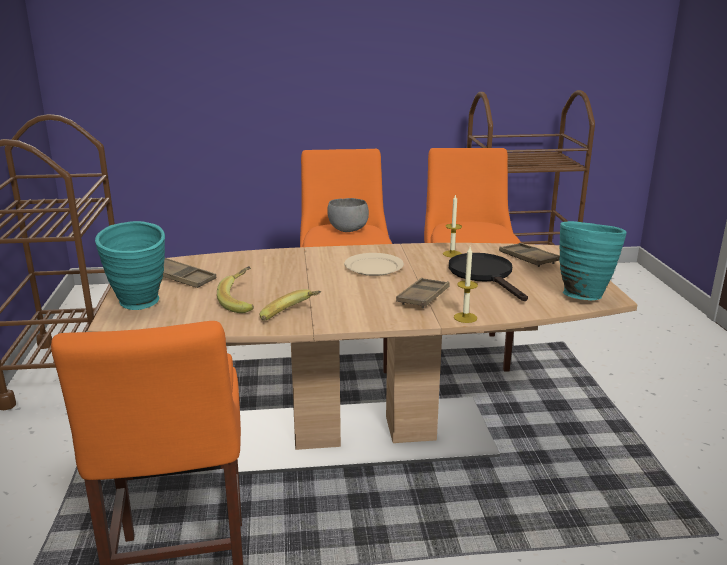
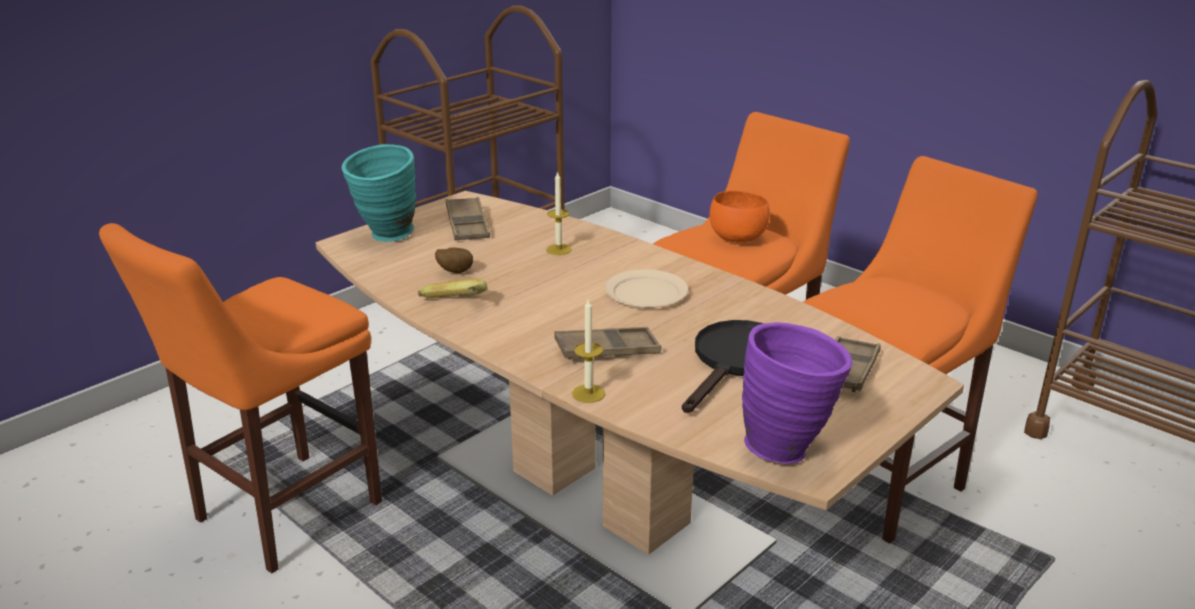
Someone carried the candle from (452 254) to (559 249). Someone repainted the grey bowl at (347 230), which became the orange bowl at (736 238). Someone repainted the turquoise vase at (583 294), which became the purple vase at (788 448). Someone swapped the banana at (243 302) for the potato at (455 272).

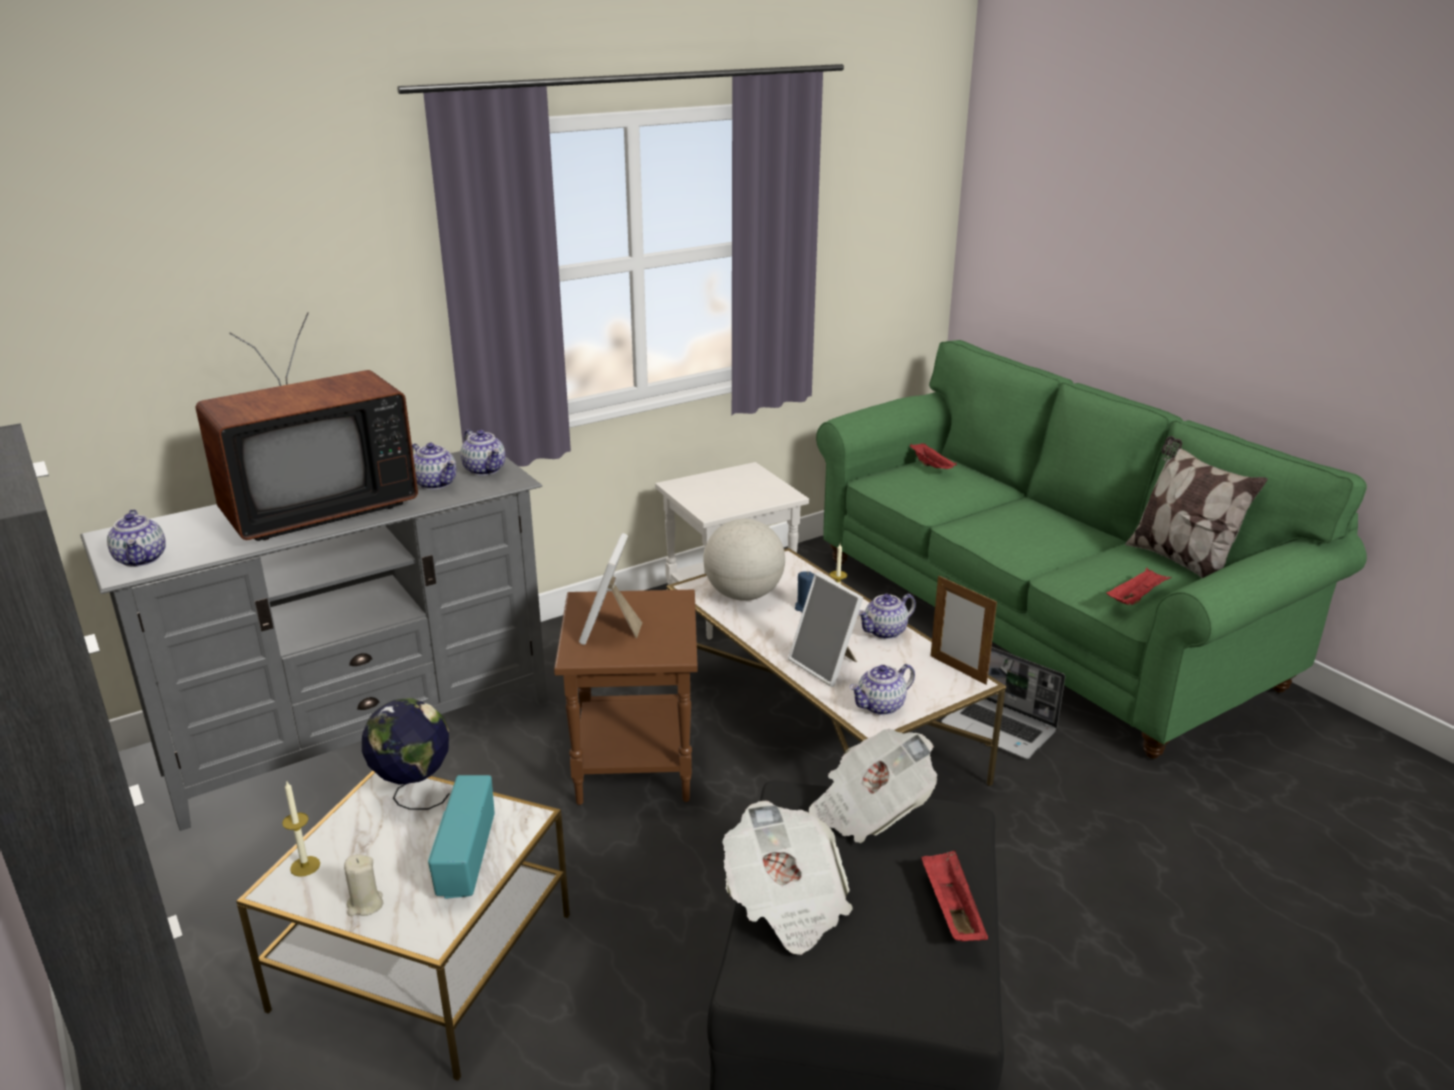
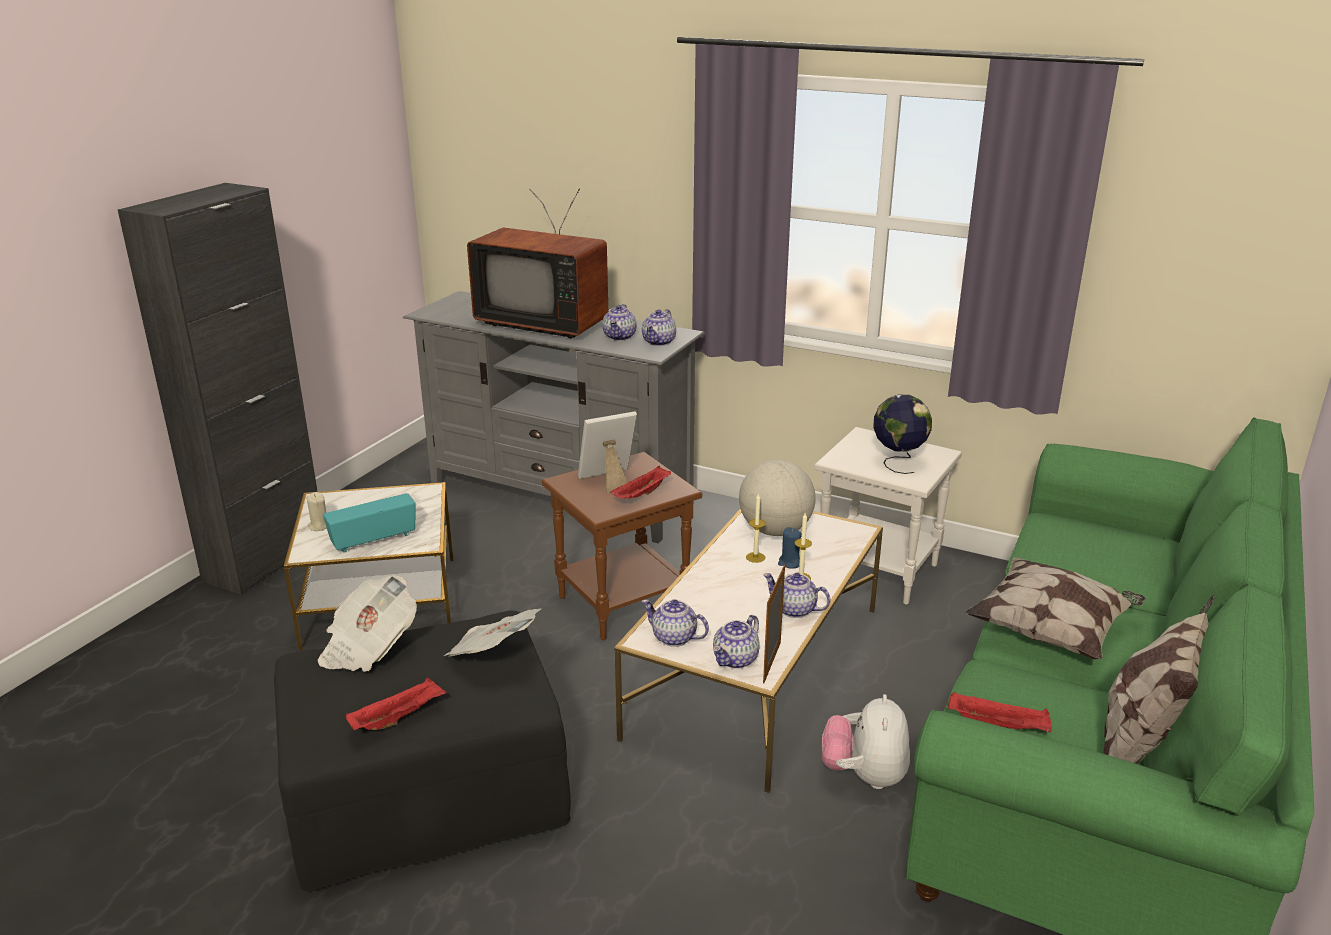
Someone carried the red tray from (932 467) to (641 495). Someone carried the teapot from (142 559) to (736 660). Someone took away the picture frame at (826 666). Someone swapped the laptop at (1000 728) for the plush toy at (864 776). Someone carried the globe from (413 793) to (898 462). Someone carried the candle from (305 866) to (755 557). Someone put down the pillow at (1051 631).

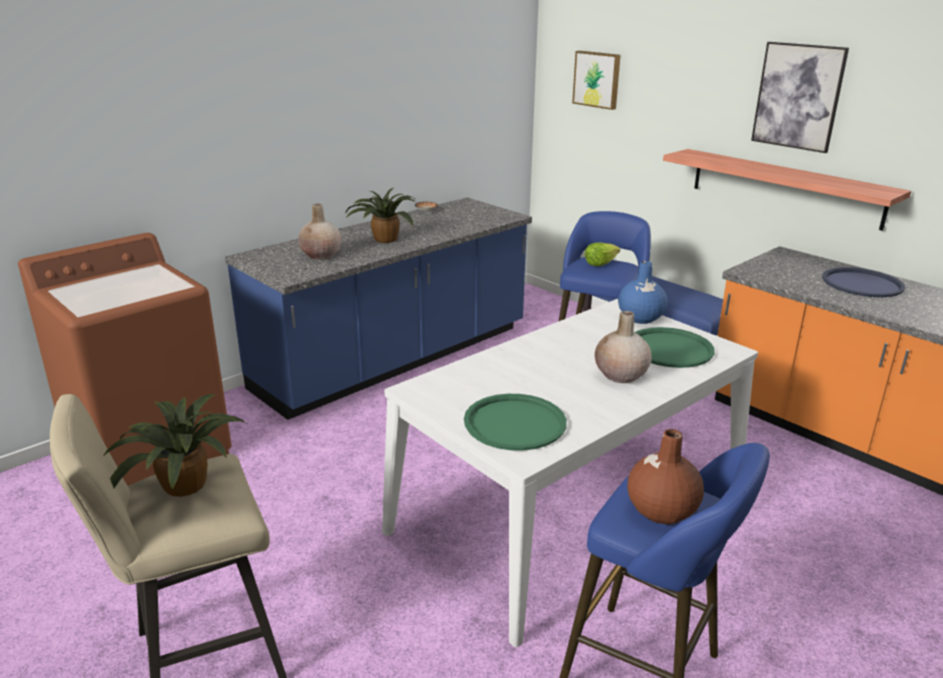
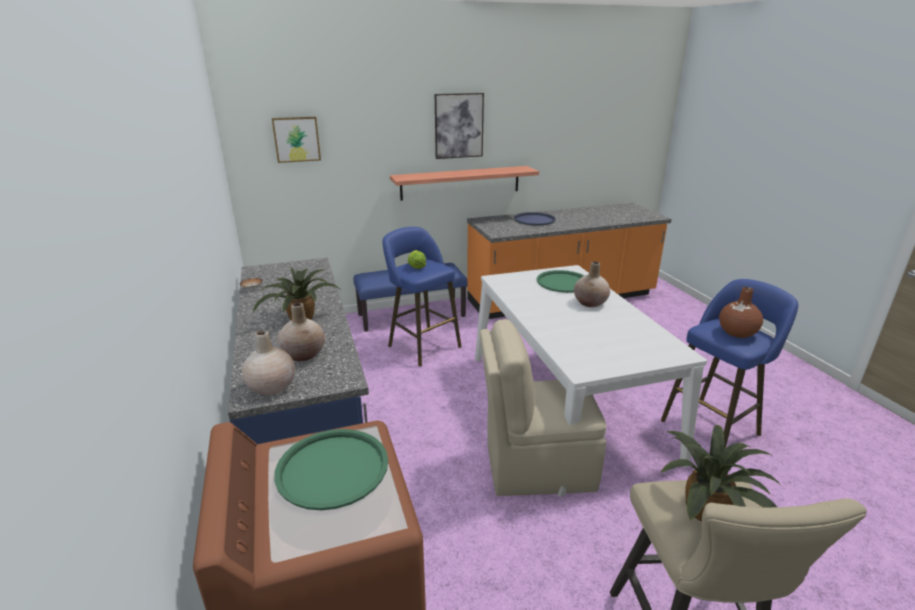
Someone took away the blue vase at (640 318). Someone carried the green tray from (514 423) to (332 469). Someone put down the beige chair at (536 466). Someone put down the beige vase at (271 386).

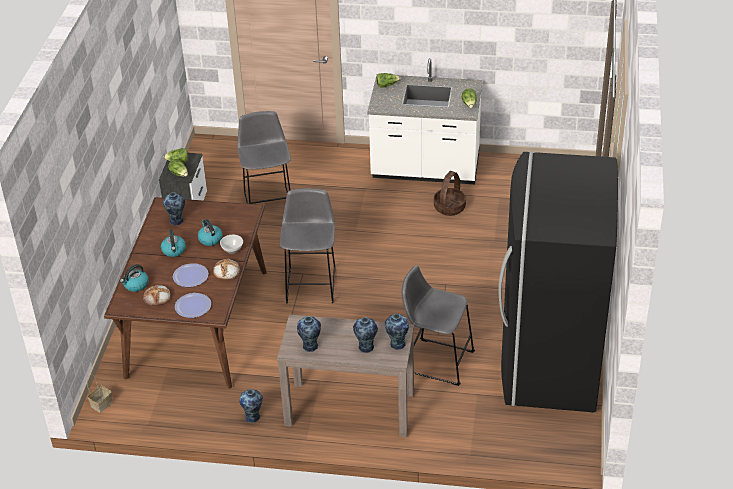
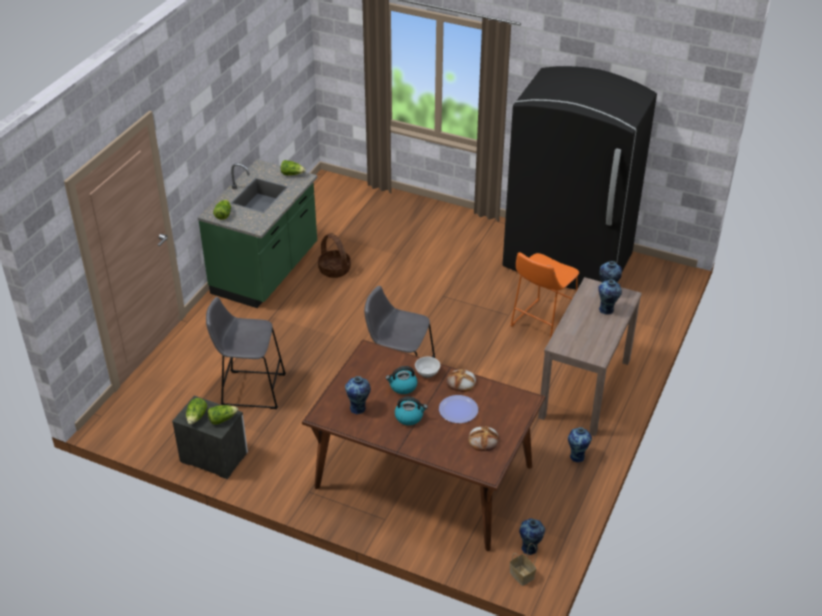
Someone repainted the white counter at (425 169), which became the green counter at (266 271). Someone took away the kettle at (136 285). Someone repainted the grey stool at (436 361), which became the orange stool at (541 323). Someone took away the plate at (193 306). Someone carried the vase from (310 347) to (530 548).

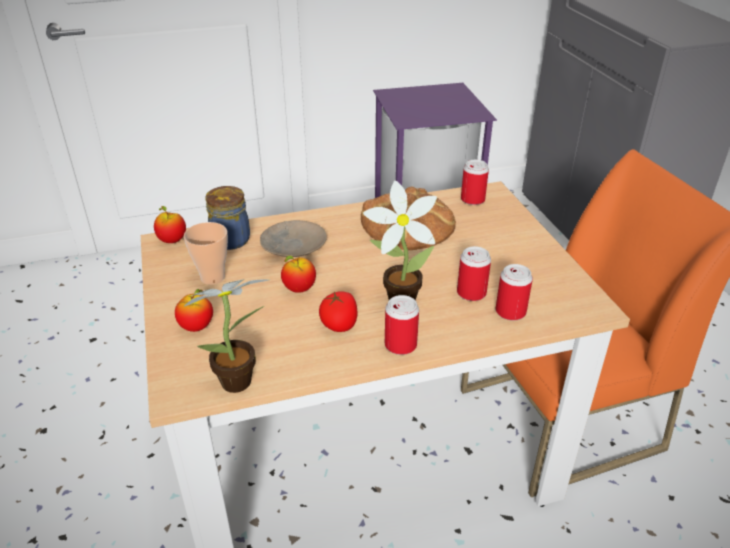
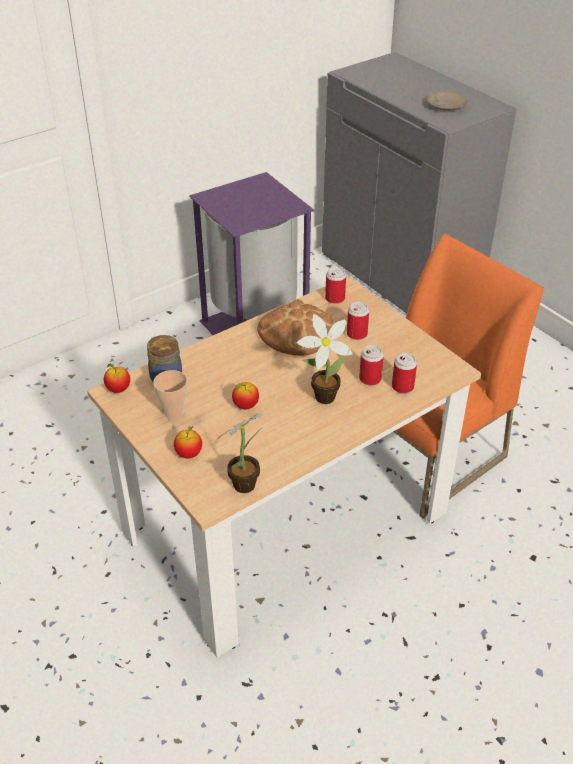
Someone carried the beige plate from (293 246) to (446 106). Someone took away the tomato at (339 325). Someone carried the can from (400 345) to (356 334).

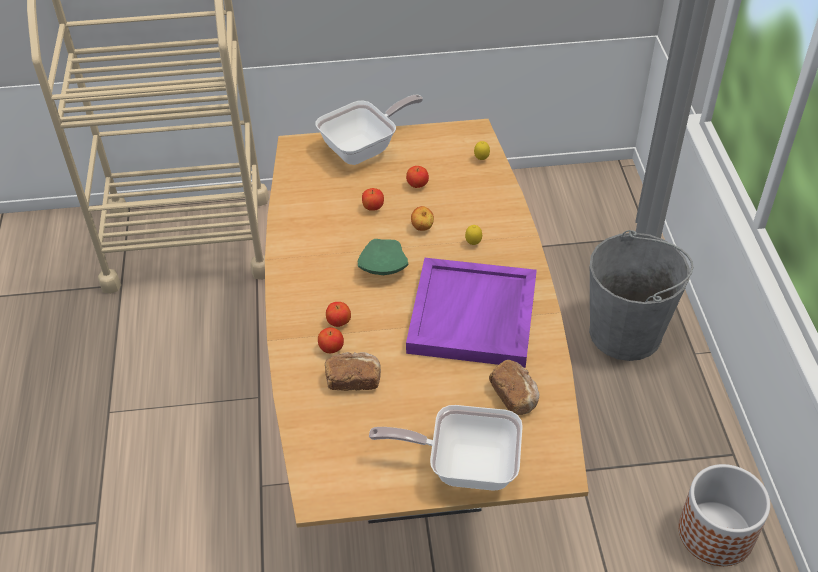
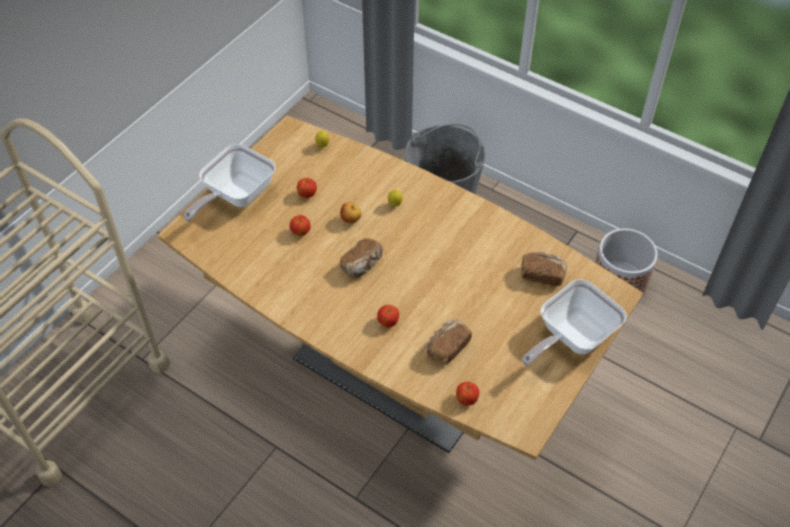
Someone rotated the frying pan at (365 148) by 150 degrees counterclockwise. Someone swapped the green plate at (382 267) for the bread at (363 265). Someone took away the purple tray at (473 317). Someone carried the apple from (331 348) to (466 399).

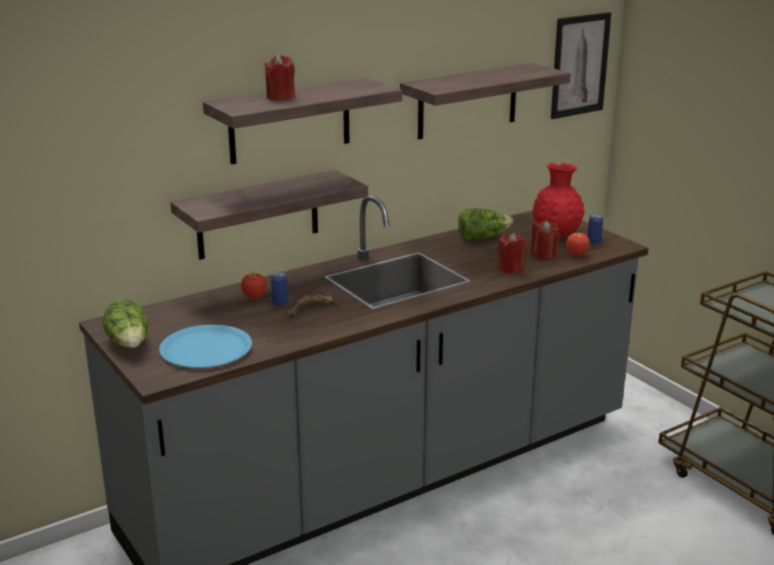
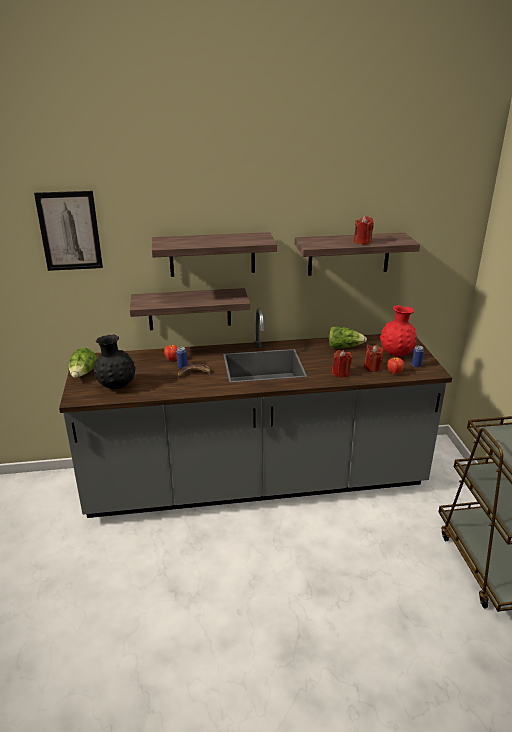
Someone carried the picture from (579 65) to (69 231). Someone carried the red candle from (280 97) to (362 242). Someone swapped the blue plate at (206 349) for the black vase at (116 386).

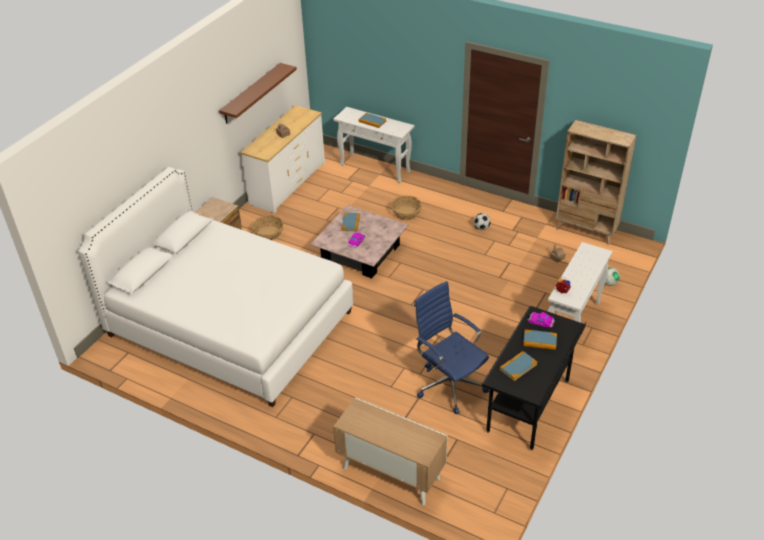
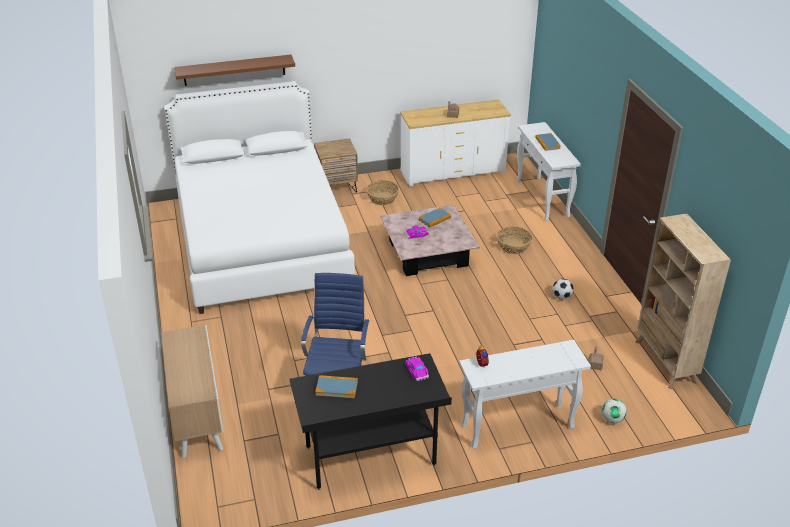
Someone carried the brown shelf from (251 93) to (234 70). Someone took away the book at (539 341).

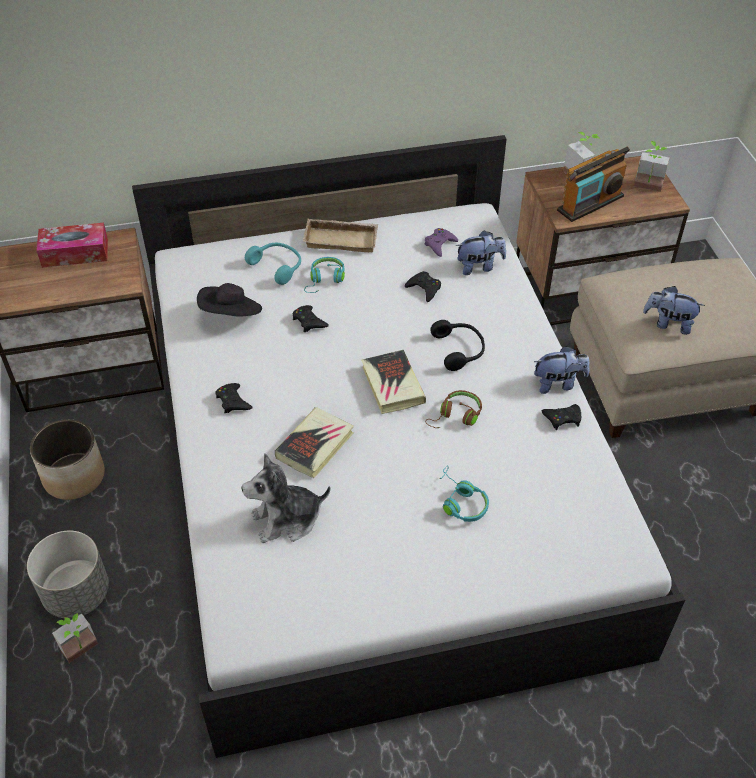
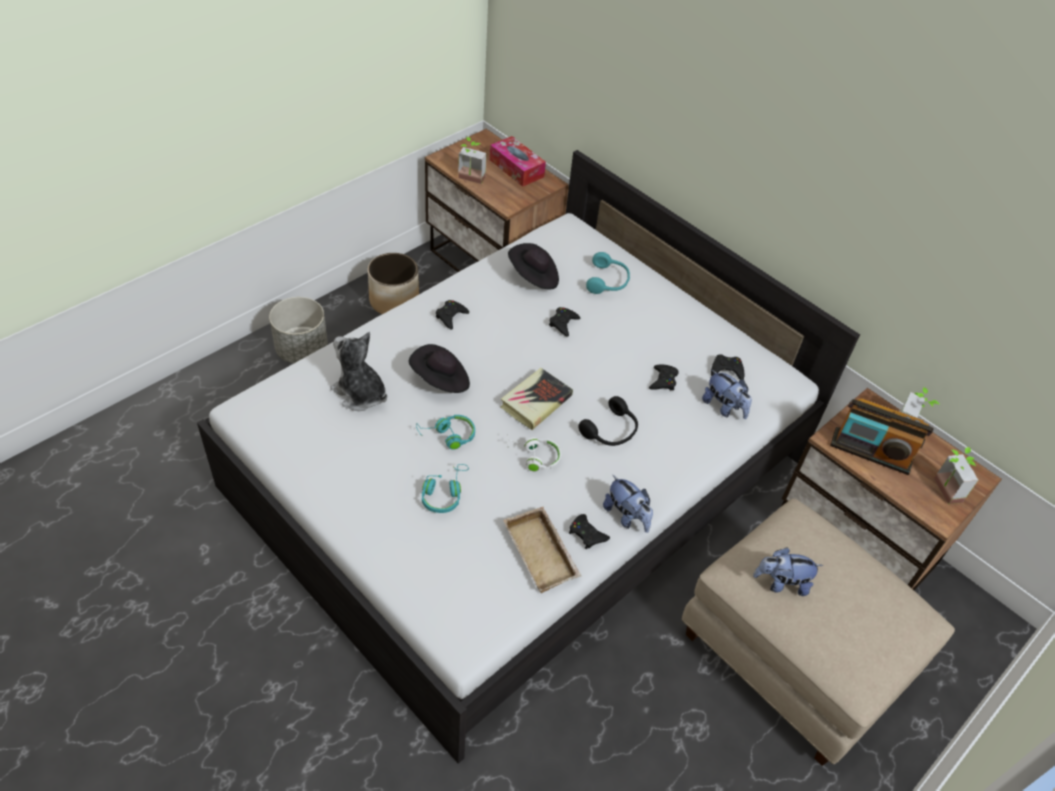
Someone carried the beige tray from (342 239) to (543 554). Someone repainted the purple game controller at (439 244), which became the black game controller at (726 370). Someone carried the turquoise headphones from (325 280) to (448 436). Someone rotated the plush toy at (668 323) by 75 degrees counterclockwise. Someone repainted the brown headphones at (456 416), which became the white headphones at (533 457). Someone swapped the book at (315 445) for the black hat at (440 380). Someone carried the potted plant from (83 652) to (470 180).

